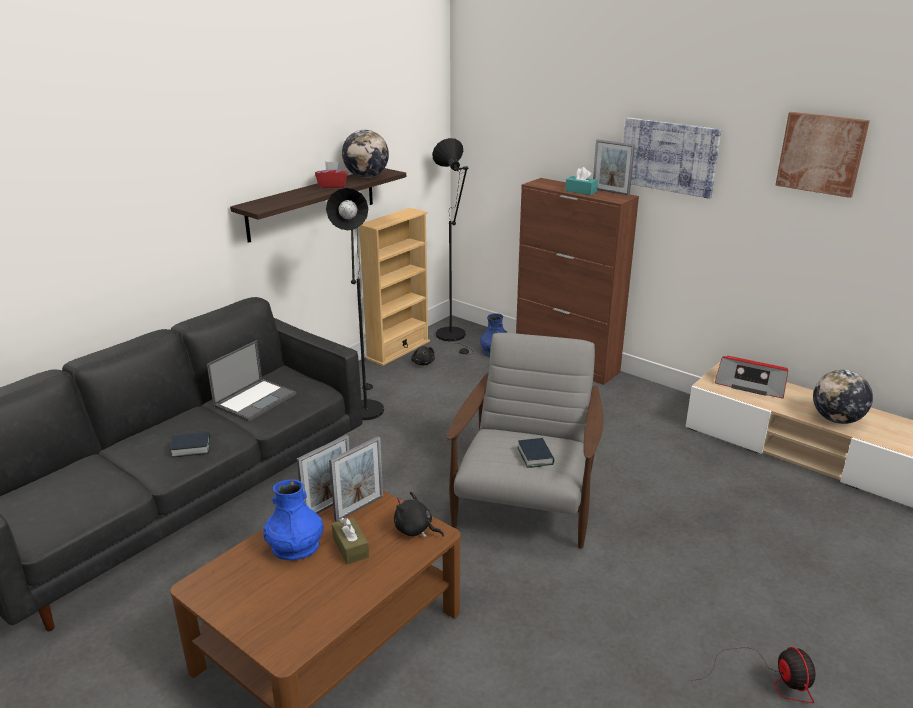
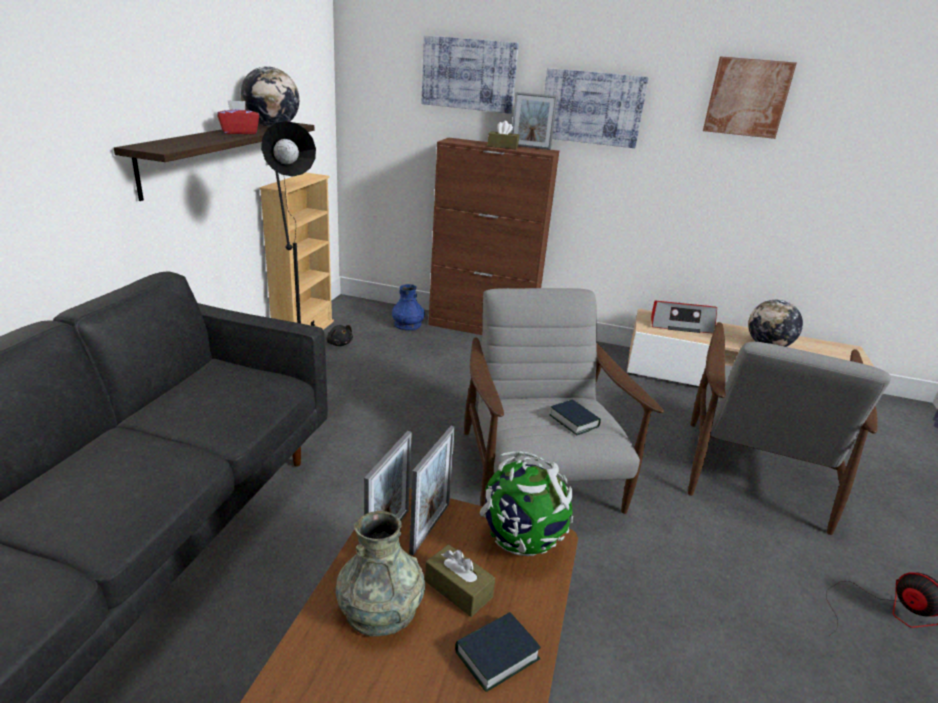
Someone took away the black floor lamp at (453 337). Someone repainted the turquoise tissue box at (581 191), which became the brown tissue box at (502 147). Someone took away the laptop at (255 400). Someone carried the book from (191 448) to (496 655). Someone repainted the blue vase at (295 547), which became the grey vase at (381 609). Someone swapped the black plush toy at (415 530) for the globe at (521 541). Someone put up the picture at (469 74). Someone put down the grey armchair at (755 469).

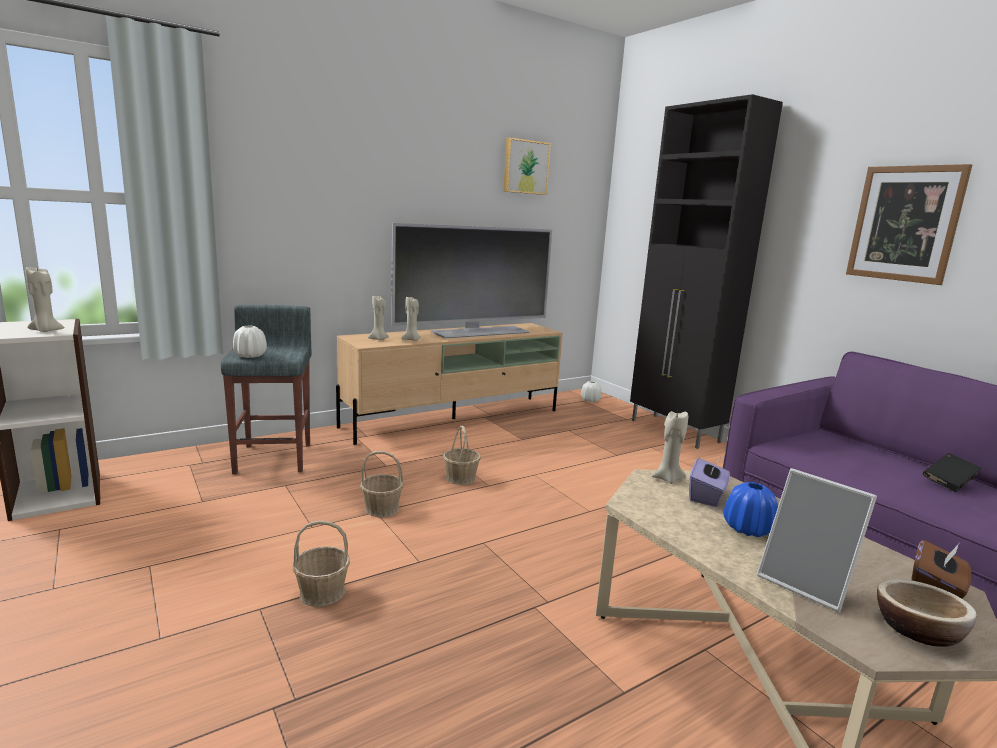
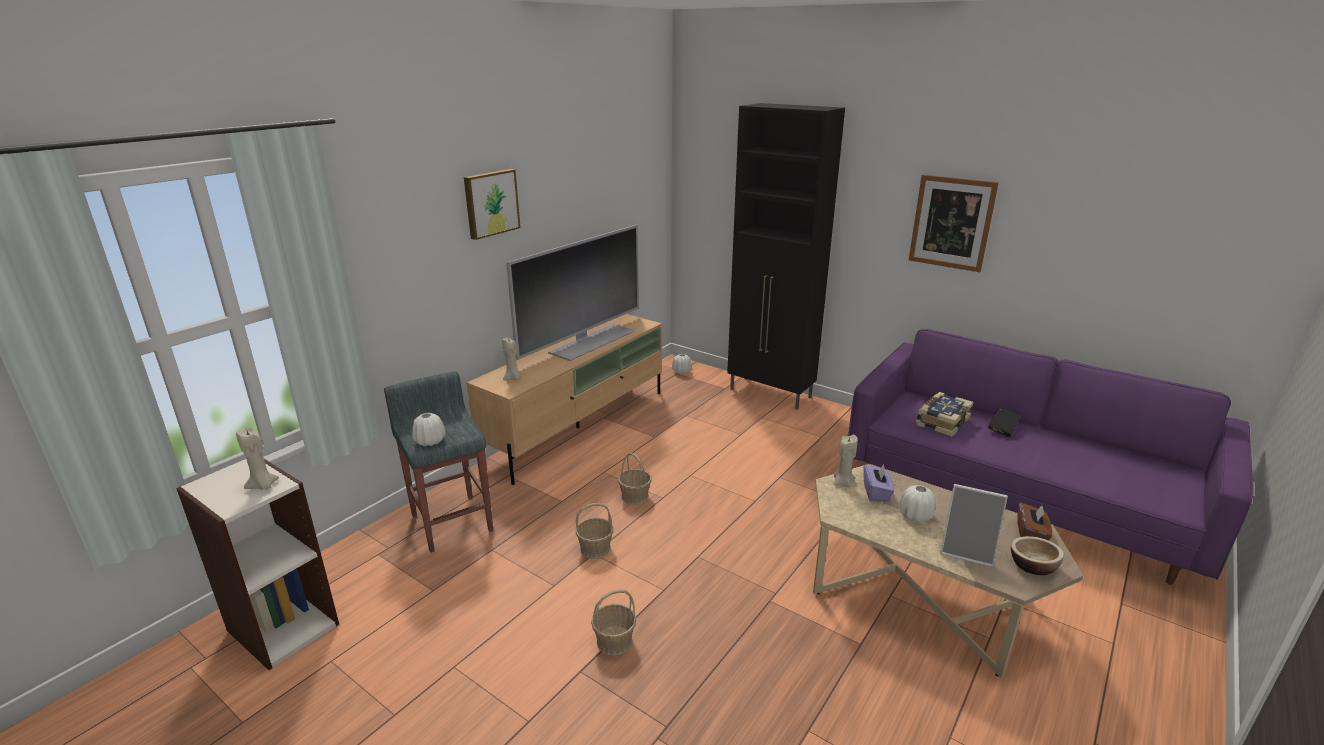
Someone carried the picture from (525 167) to (490 203). Someone took away the beige candle at (411 340). Someone repainted the blue vase at (747 529), which became the white vase at (915 515). Someone put down the book at (941 421).

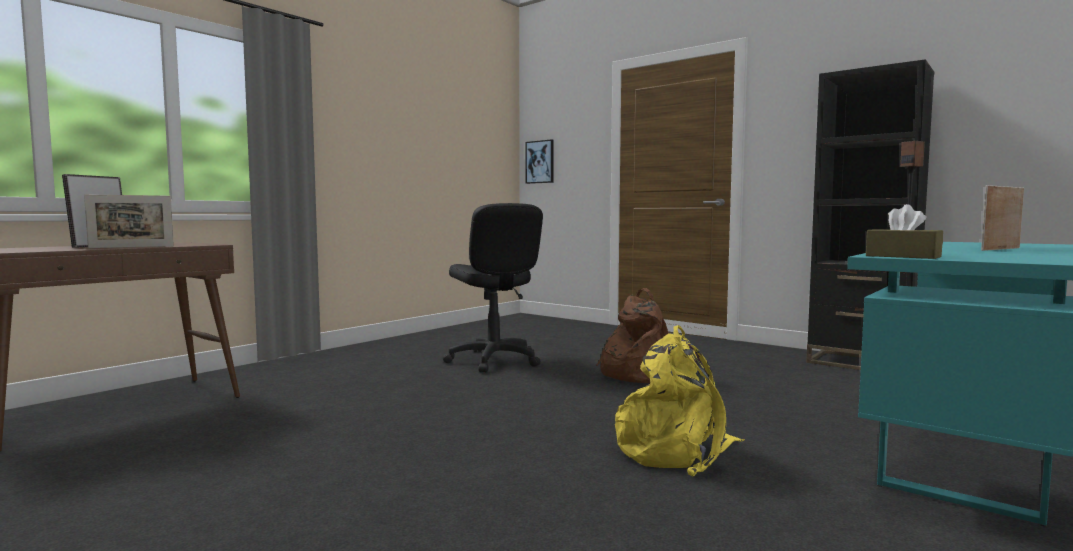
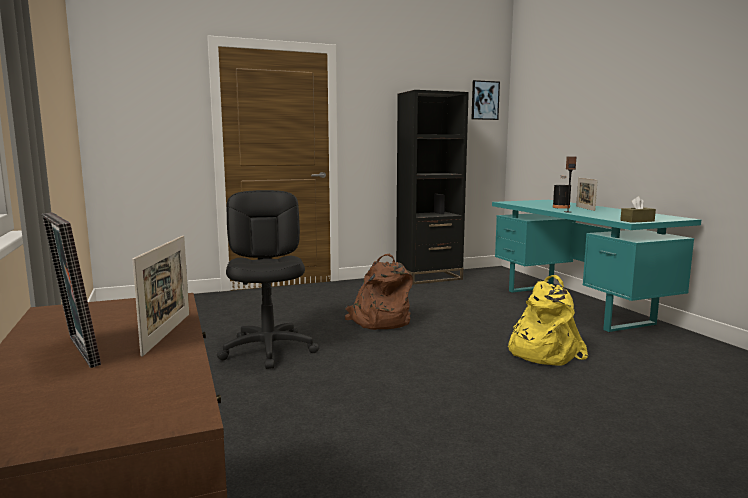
Someone carried the picture from (540 162) to (484 100). Someone rotated the black office chair at (493 360) by 105 degrees counterclockwise. Someone put down the black bottle at (561 207).

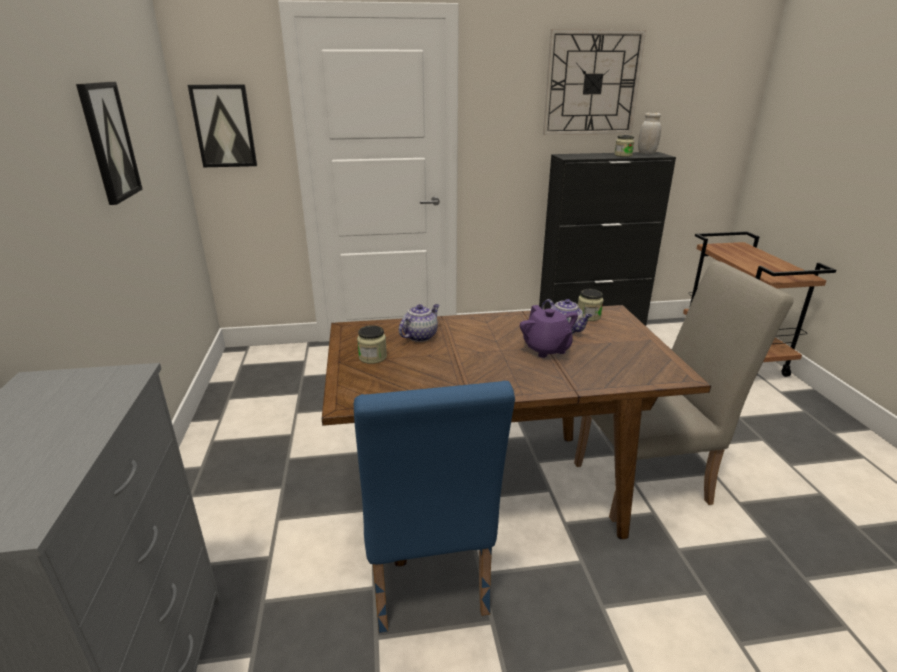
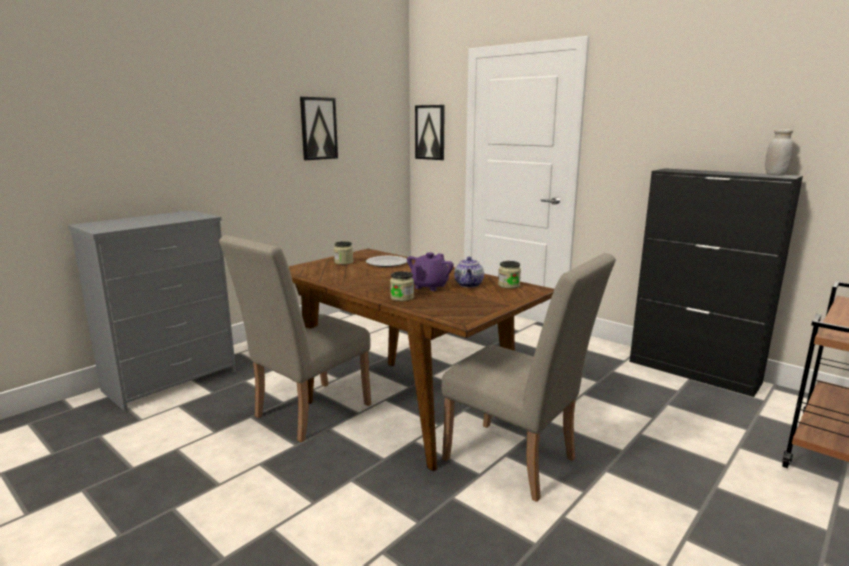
Someone took away the wall clock at (592 84). Someone carried the jar from (623 155) to (402 298). Someone swapped the teapot at (420 336) for the plate at (387 263). Someone repainted the blue chair at (425 578), which became the beige chair at (305 413).

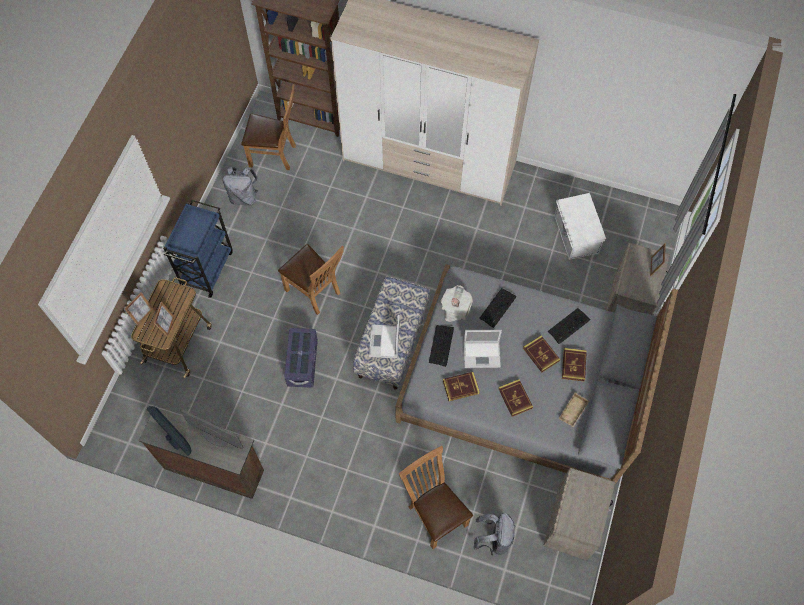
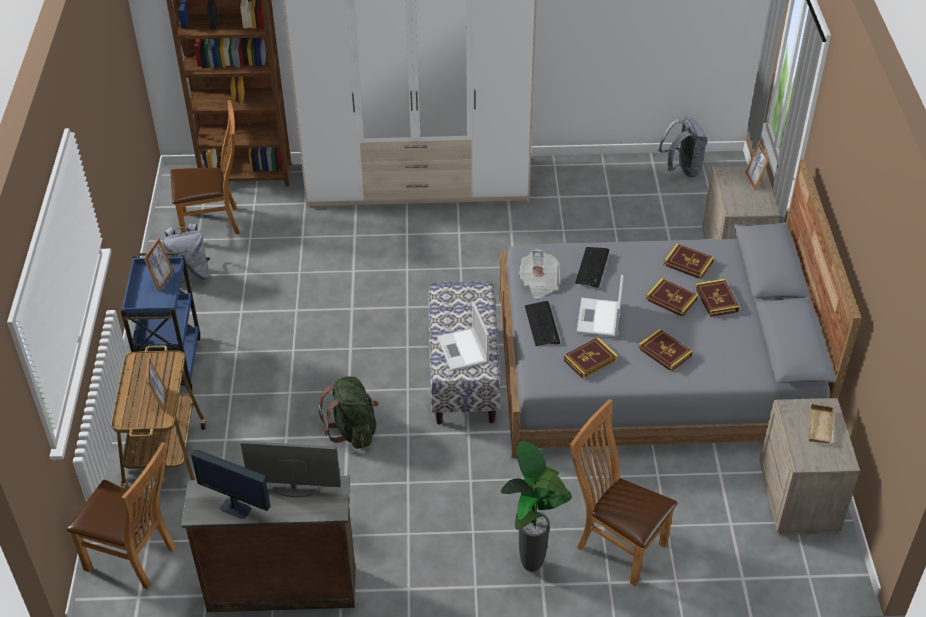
Someone took away the white storage box at (575 235). Someone carried the brown chair from (315 292) to (136 559). Someone carried the picture frame from (143 315) to (162 280). Someone swapped the keyboard at (569 326) for the book at (688 263). Someone swapped the purple storage box at (303 363) for the green backpack at (353 430). Someone rotated the laptop at (482 354) by 120 degrees clockwise. Someone carried the beige tray from (573 412) to (821 427). Someone carried the grey backpack from (493 538) to (682 169). Someone put down the potted plant at (532 564).

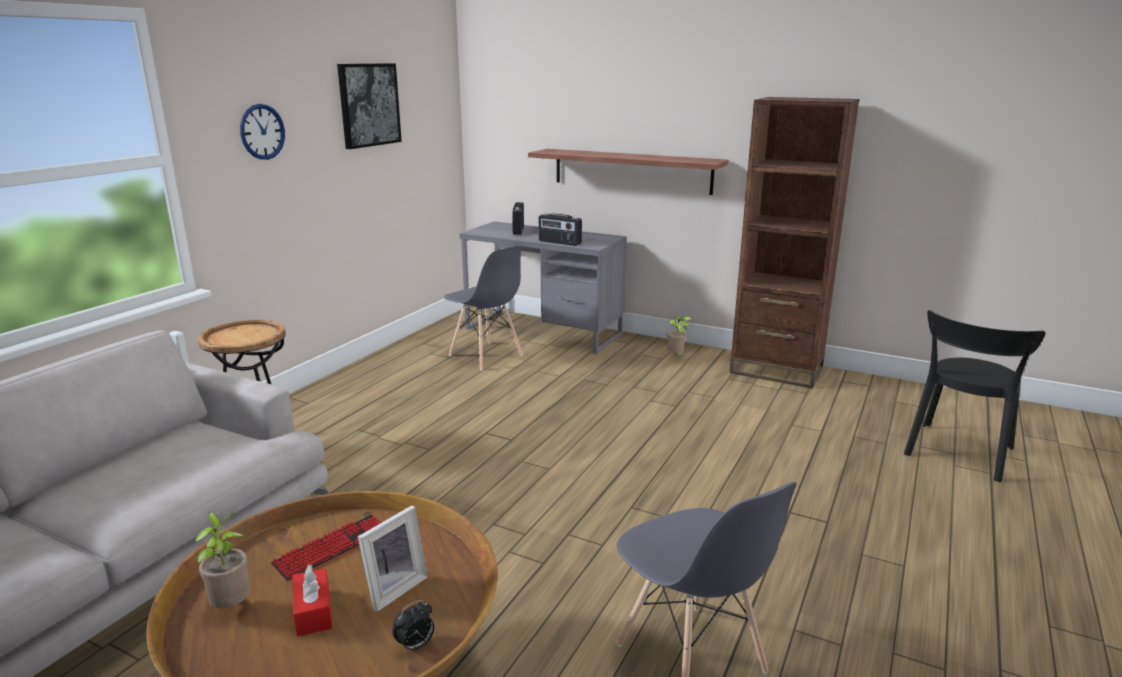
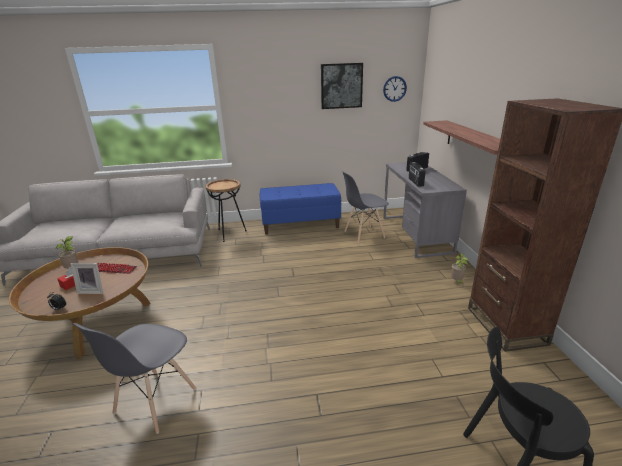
Someone carried the wall clock from (262 132) to (394 89). Someone rotated the grey chair at (486 356) by 60 degrees clockwise. Someone put down the blue bench at (300 224).

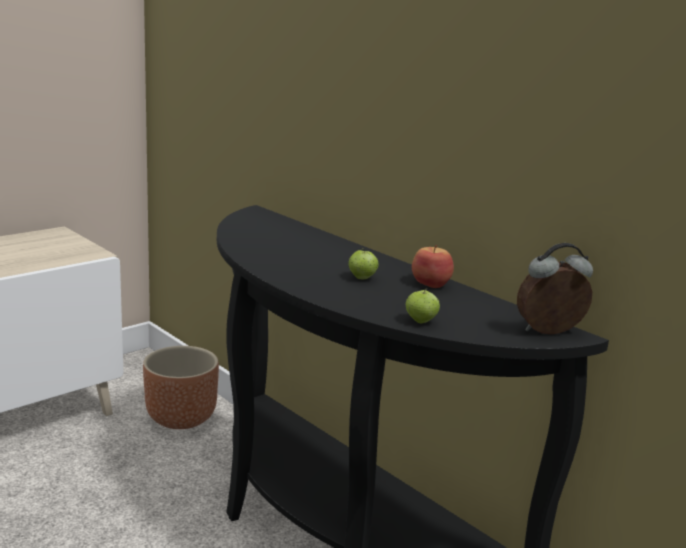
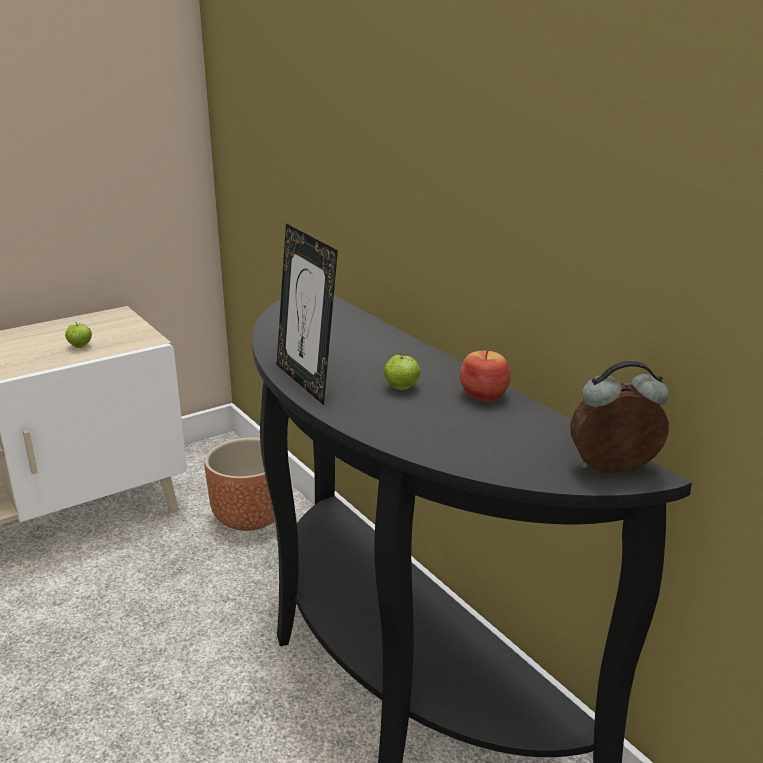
Someone carried the apple from (421 321) to (80 346). Someone put down the picture frame at (307 382).

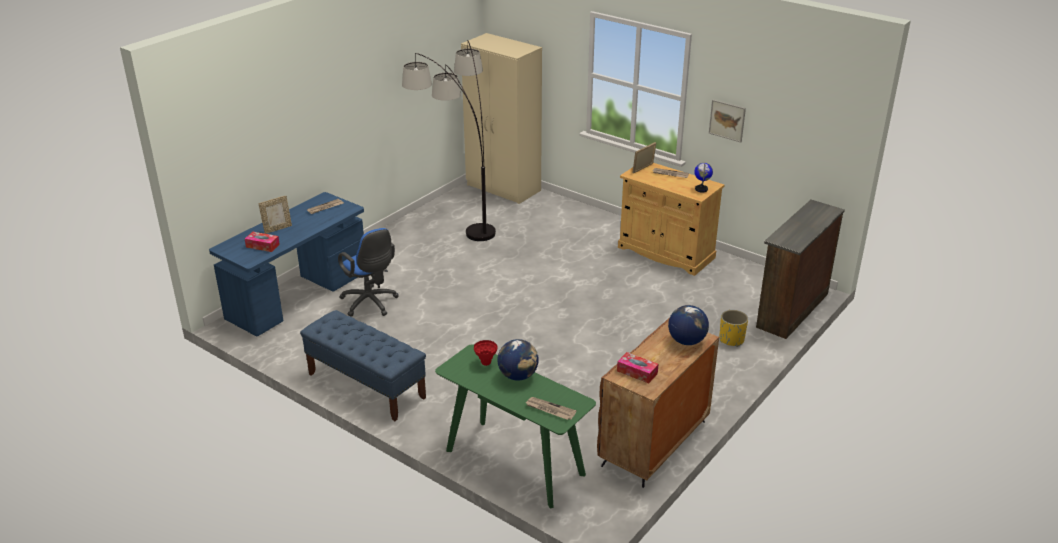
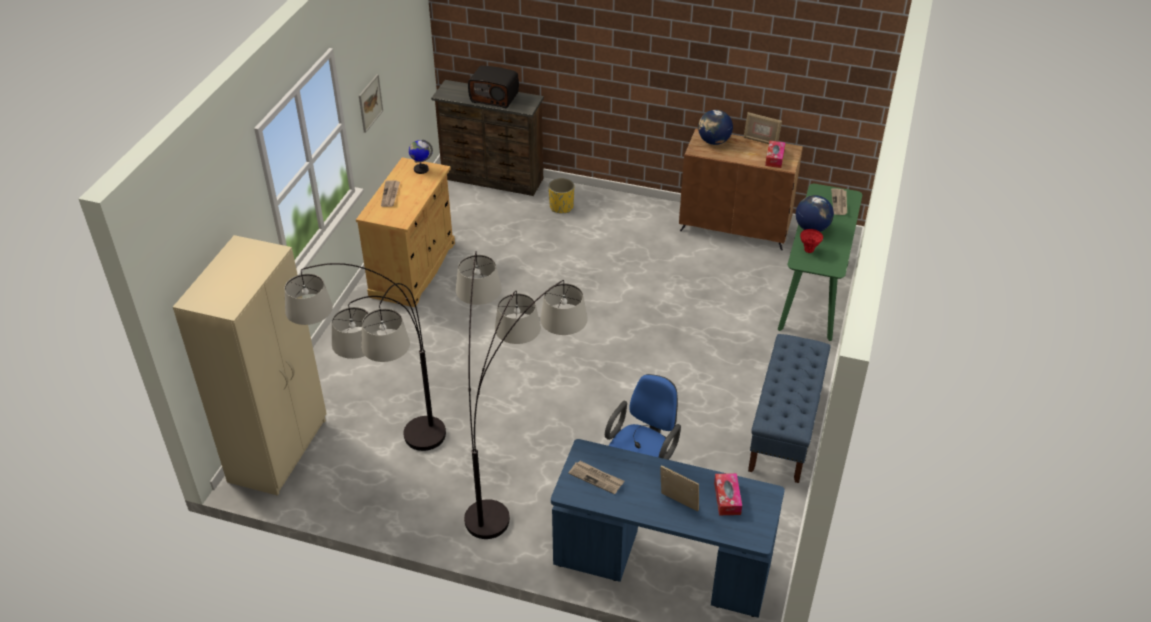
Someone carried the picture frame from (643 168) to (761 141). Someone put down the radio at (495 97). Someone put down the floor lamp at (514 482).

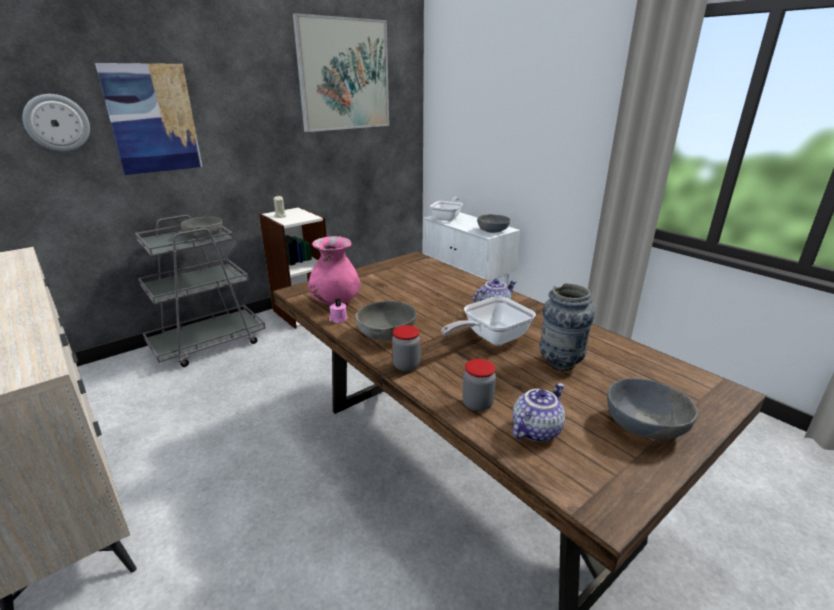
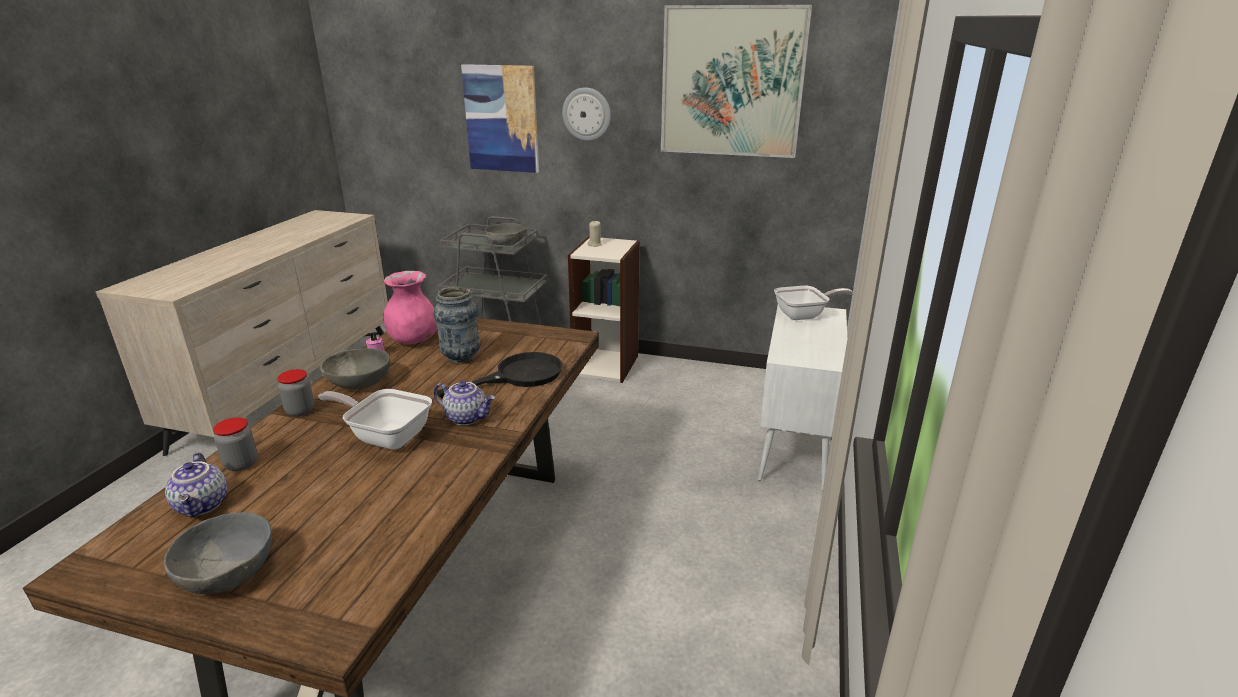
Someone carried the wall clock from (57 123) to (587 114). Someone took away the grey bowl at (493 231). Someone carried the vase from (560 363) to (461 358). Someone rotated the teapot at (535 430) by 60 degrees clockwise. Someone put down the black frying pan at (518 376).

